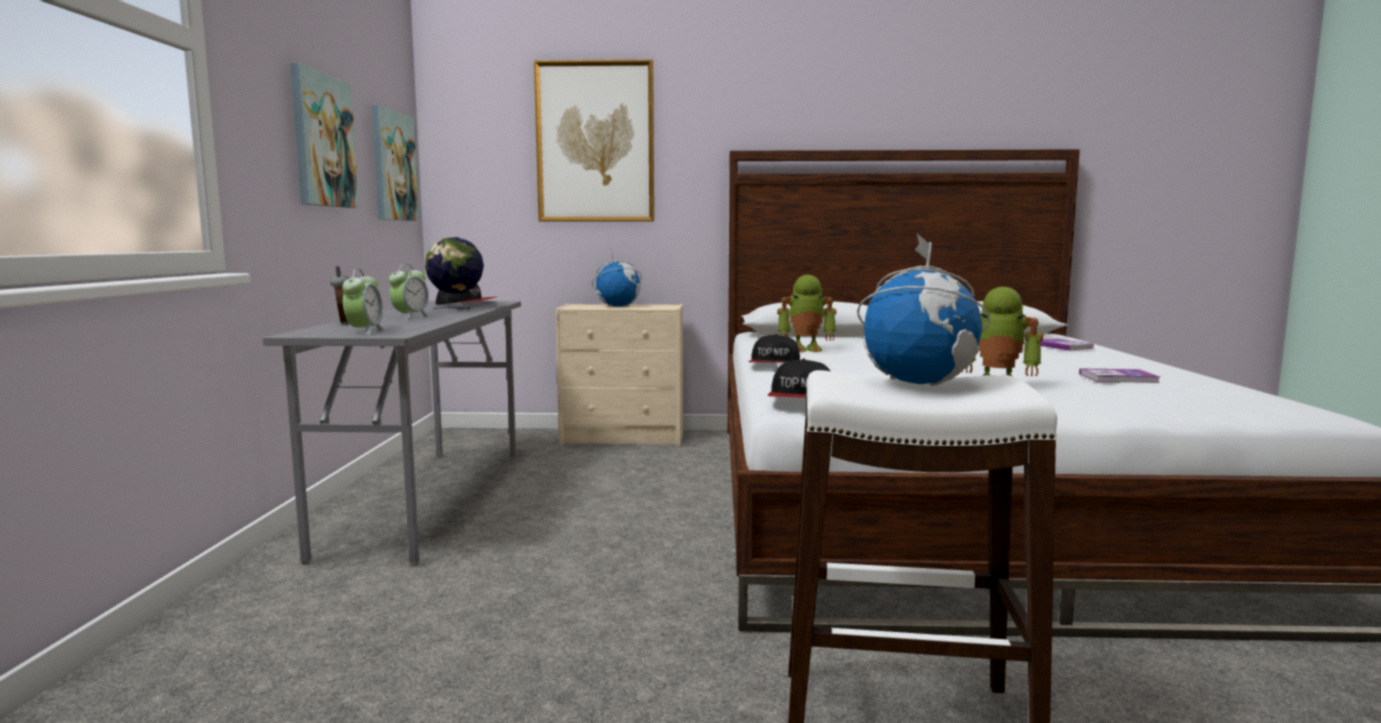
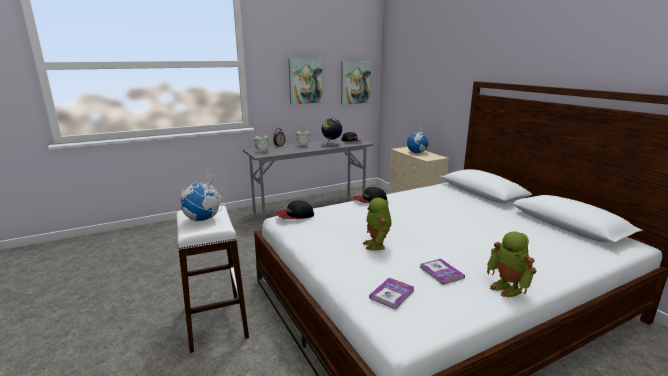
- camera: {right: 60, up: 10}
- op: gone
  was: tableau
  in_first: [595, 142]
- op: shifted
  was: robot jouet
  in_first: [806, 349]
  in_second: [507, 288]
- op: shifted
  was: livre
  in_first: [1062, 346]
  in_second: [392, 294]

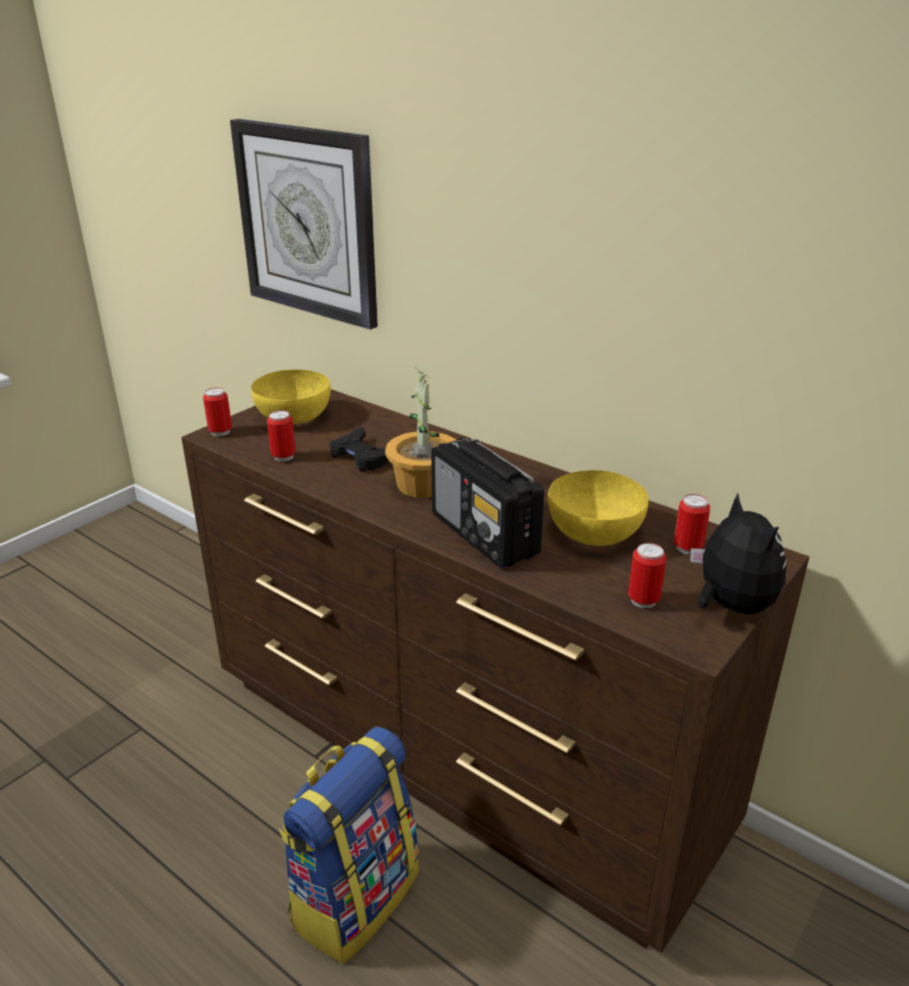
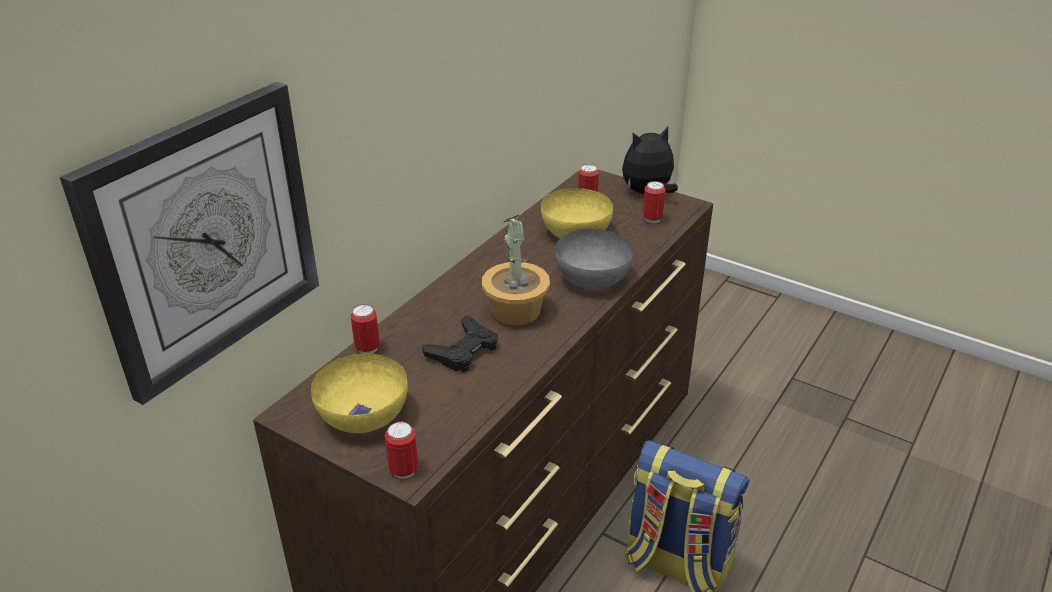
- camera: {right: -95, up: 5}
- op: shifted
  was: boîte métallique
  in_first: [283, 456]
  in_second: [367, 348]
- op: swapped
  was: radio
  now: bol (gris)
  in_first: [484, 535]
  in_second: [592, 277]

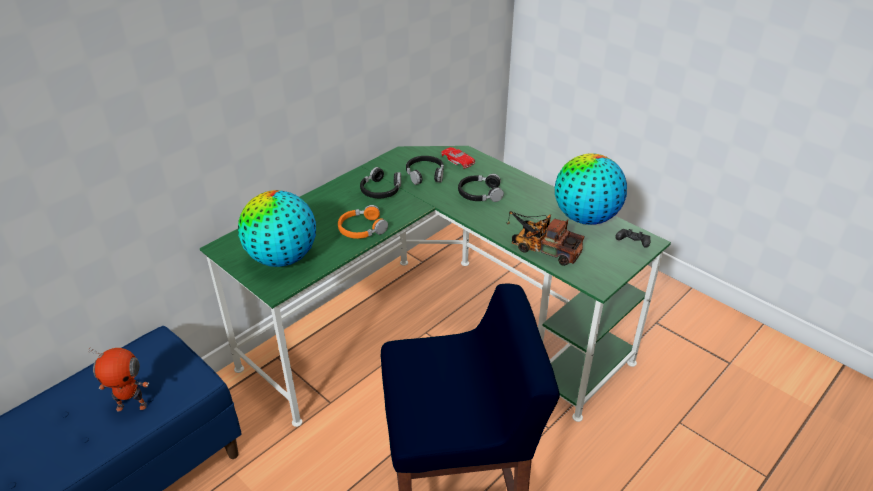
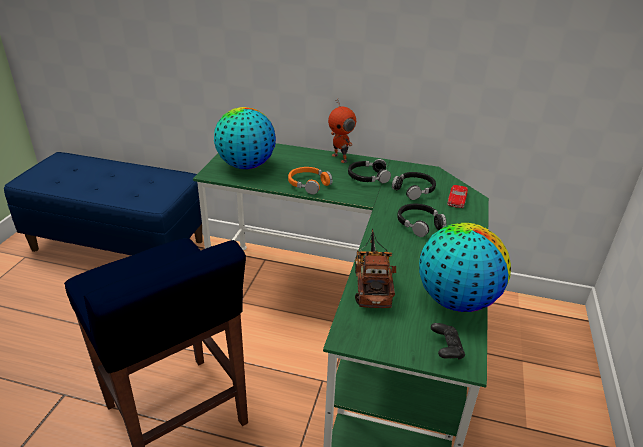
- camera: {right: 60, up: -5}
- op: shifted
  was: robot jouet
  in_first: [132, 405]
  in_second: [340, 158]

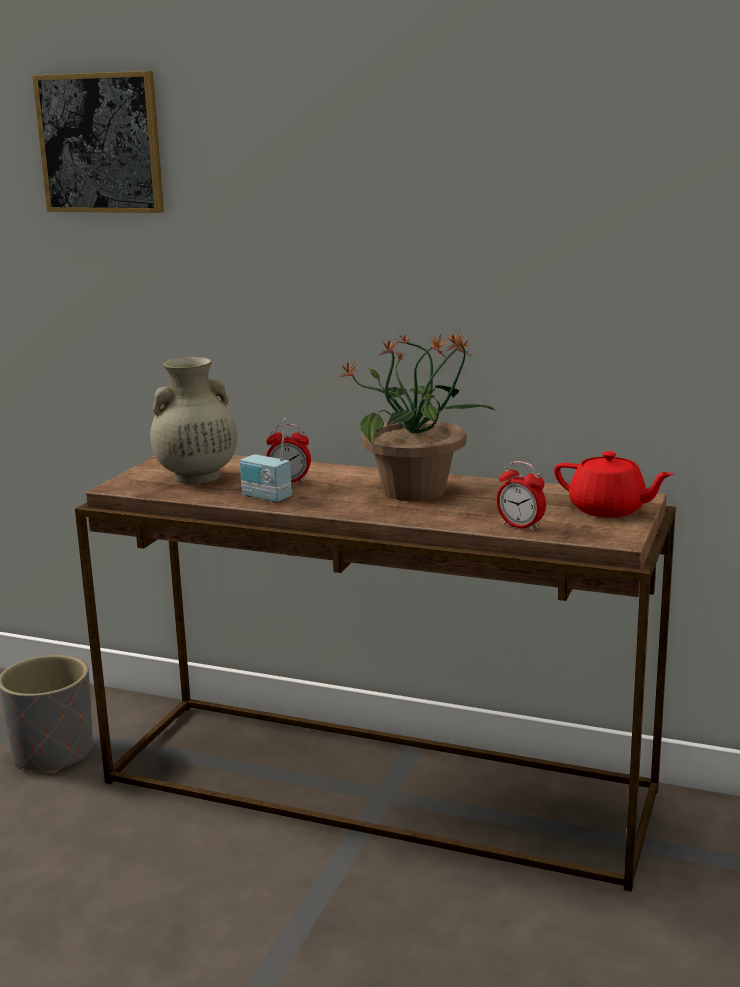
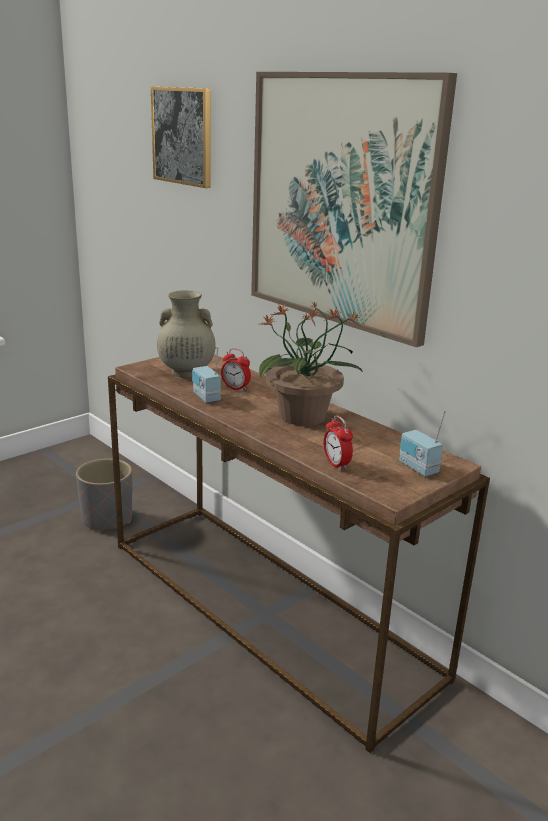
- camera: {right: 25, up: 5}
- op: swapped
  was: théière (rouge)
  now: radio
  in_first: [608, 510]
  in_second: [417, 468]
- op: new
  now: tableau
  in_second: [340, 202]

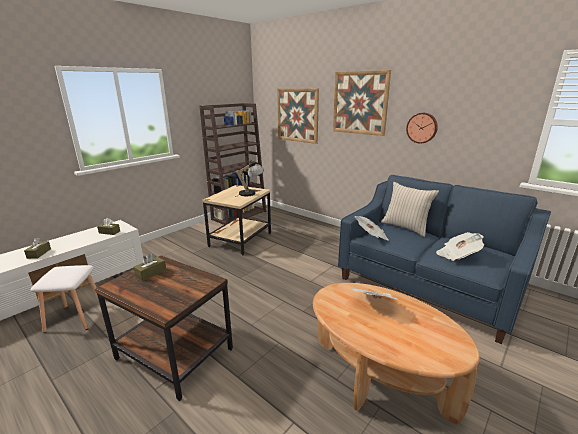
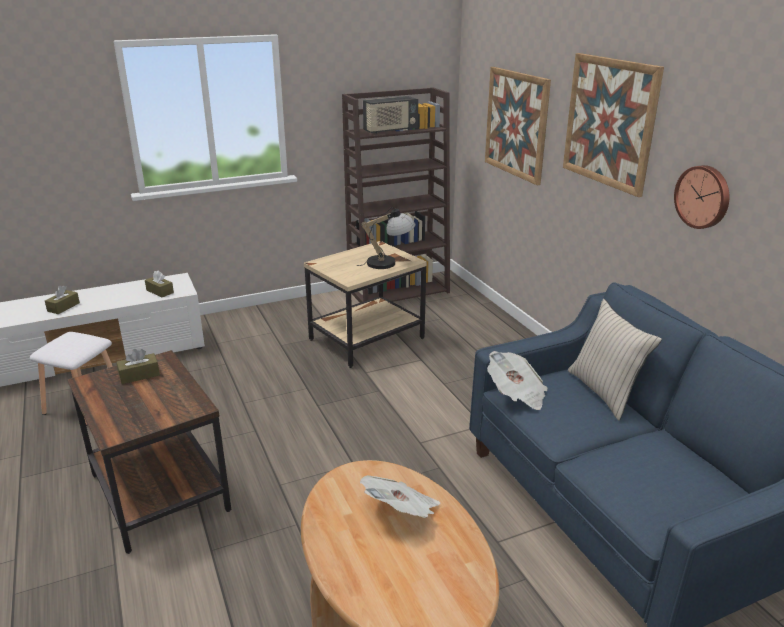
- camera: {right: 25, up: 5}
- op: gone
  was: journal
  in_first: [457, 255]
- op: new
  now: radio
  in_second: [390, 130]

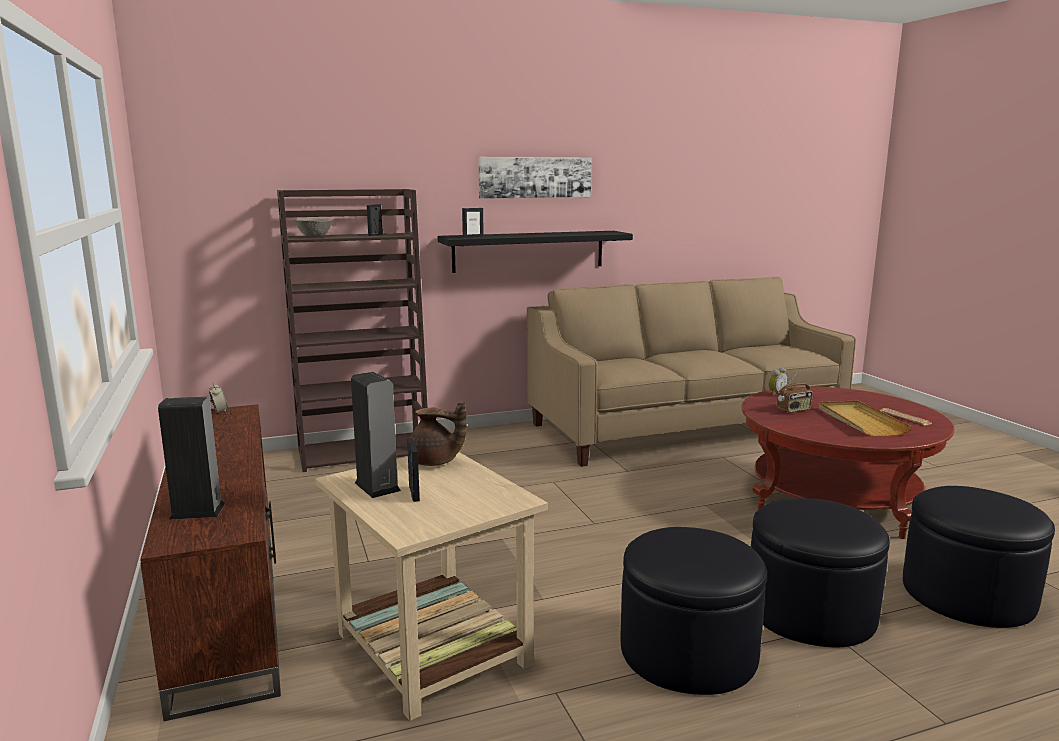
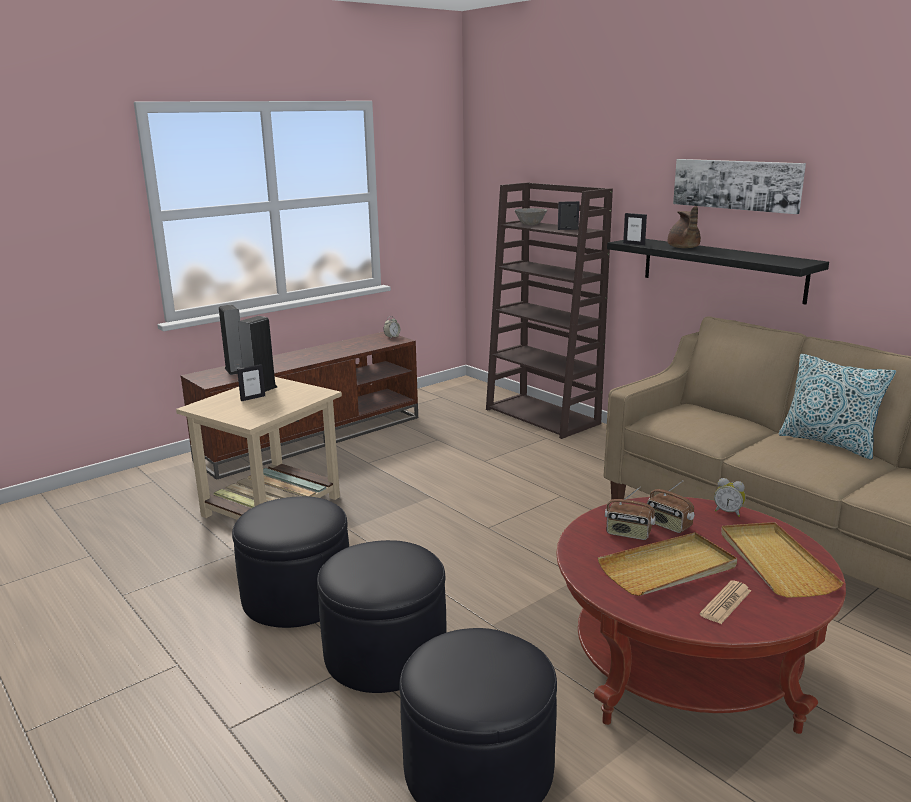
- camera: {right: 70, up: 5}
- op: shifted
  was: théière (marron)
  in_first: [435, 462]
  in_second: [683, 248]
- op: new
  now: coussin
  in_second: [828, 443]
- op: new
  now: radio
  in_second: [628, 534]
- op: new
  now: plateau (beige)
  in_second: [774, 562]

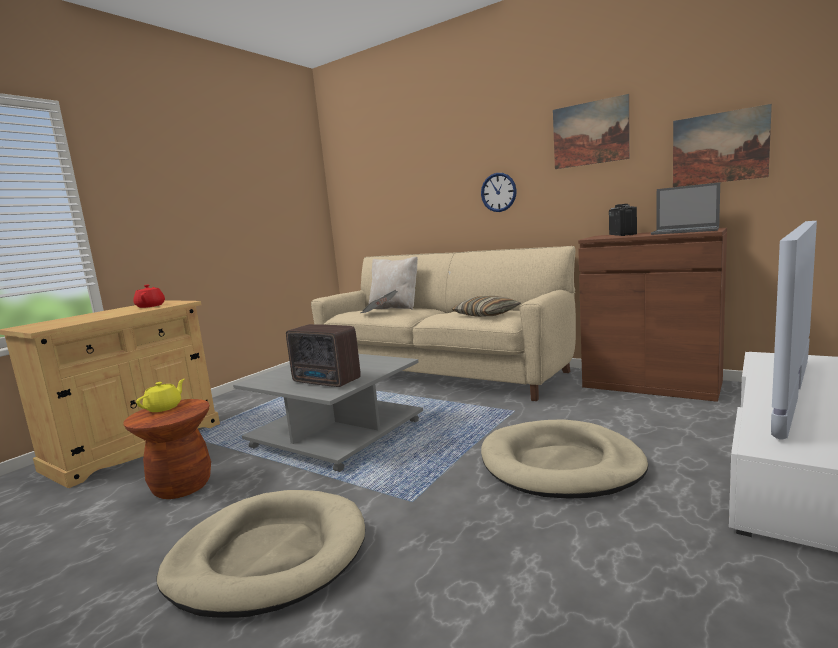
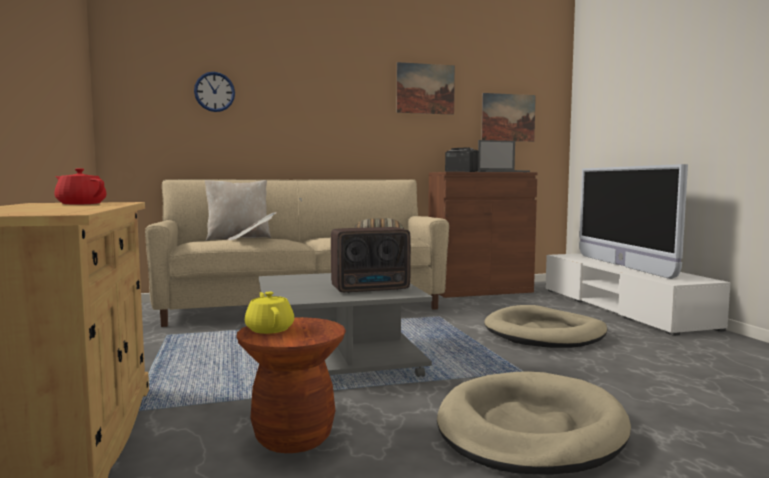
- camera: {right: -50, up: -5}
- op: shifted
  was: horloge murale
  in_first: [498, 192]
  in_second: [214, 92]

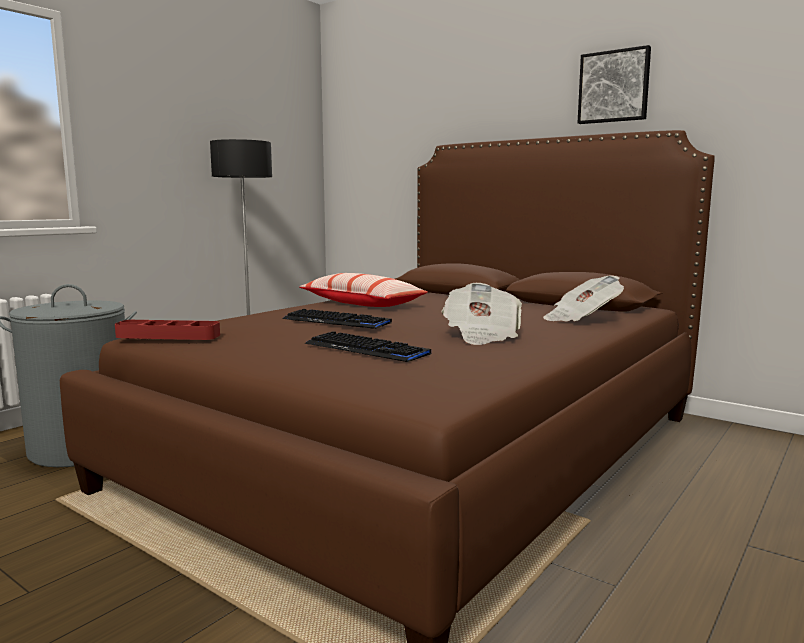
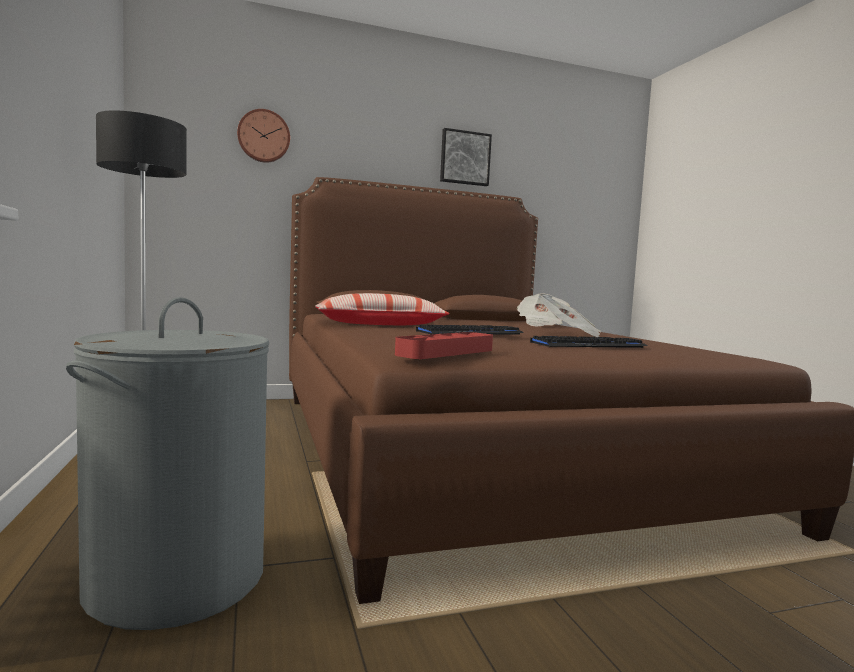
- camera: {right: -55, up: -5}
- op: new
  now: horloge murale
  in_second: [264, 136]

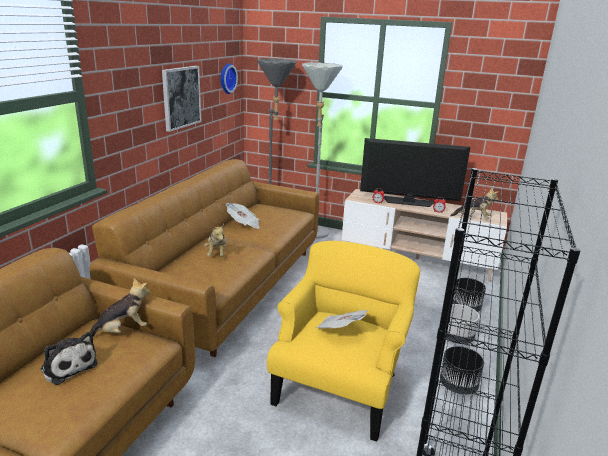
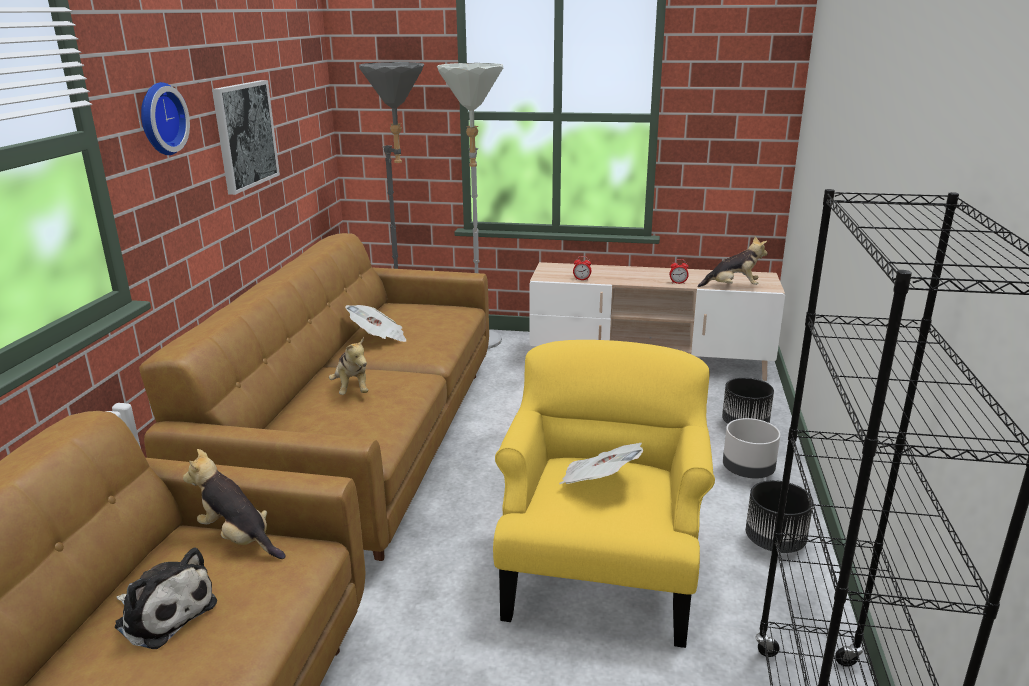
- camera: {right: -10, up: 0}
- op: shifted
  was: horloge murale
  in_first: [226, 78]
  in_second: [159, 119]
- op: gone
  was: téléviseur
  in_first: [408, 202]
- op: rotated
  was: peluche
  in_first: [122, 331]
  in_second: [239, 539]
  clockwise: -105

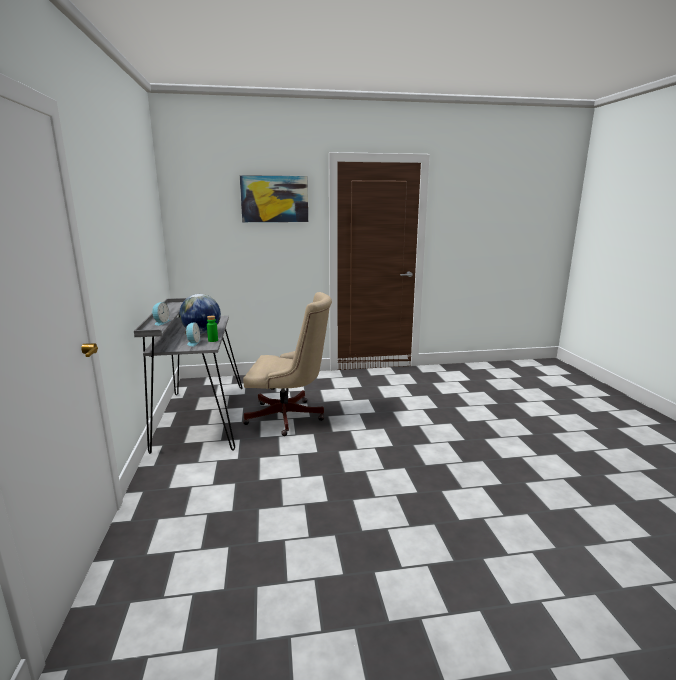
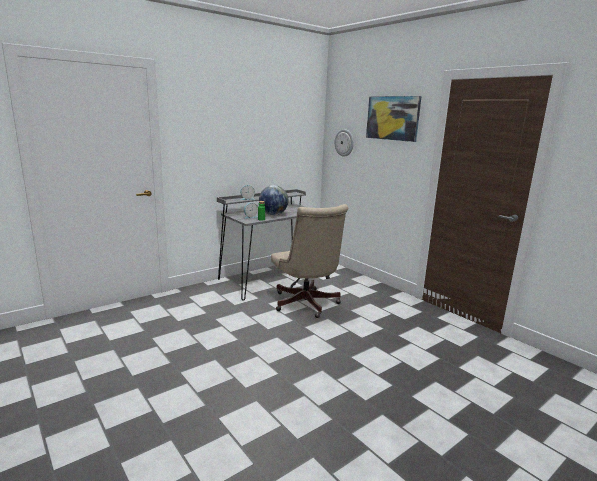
- camera: {right: 60, up: 0}
- op: new
  now: horloge murale
  in_second: [344, 142]

